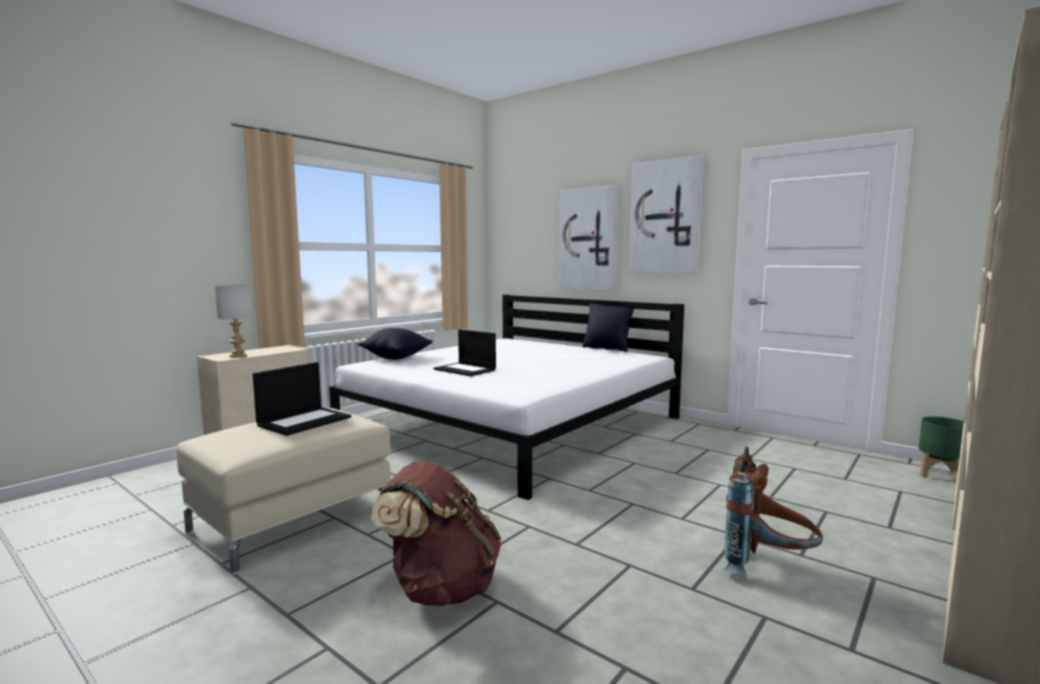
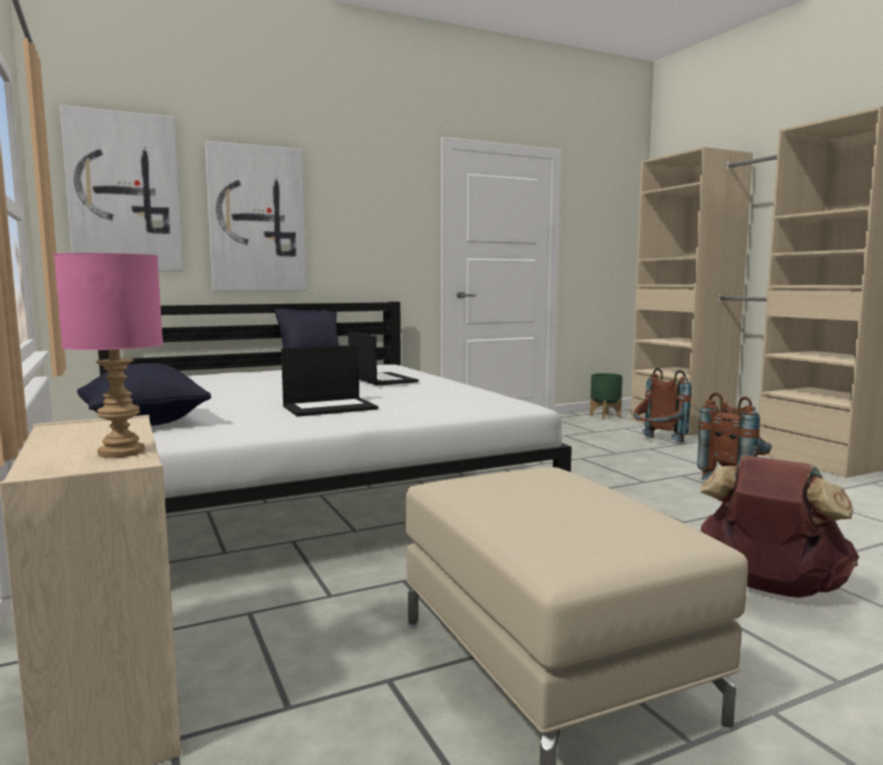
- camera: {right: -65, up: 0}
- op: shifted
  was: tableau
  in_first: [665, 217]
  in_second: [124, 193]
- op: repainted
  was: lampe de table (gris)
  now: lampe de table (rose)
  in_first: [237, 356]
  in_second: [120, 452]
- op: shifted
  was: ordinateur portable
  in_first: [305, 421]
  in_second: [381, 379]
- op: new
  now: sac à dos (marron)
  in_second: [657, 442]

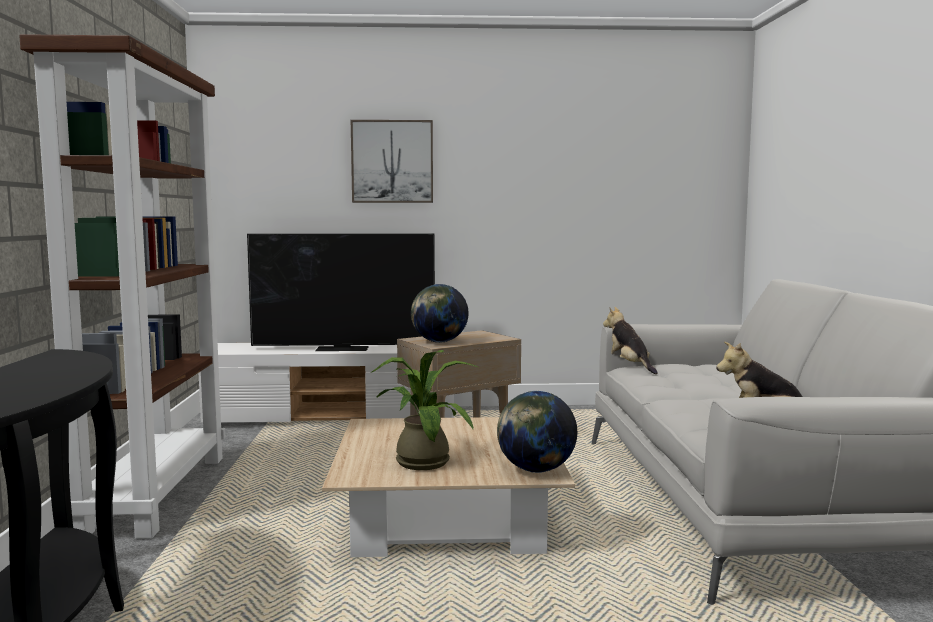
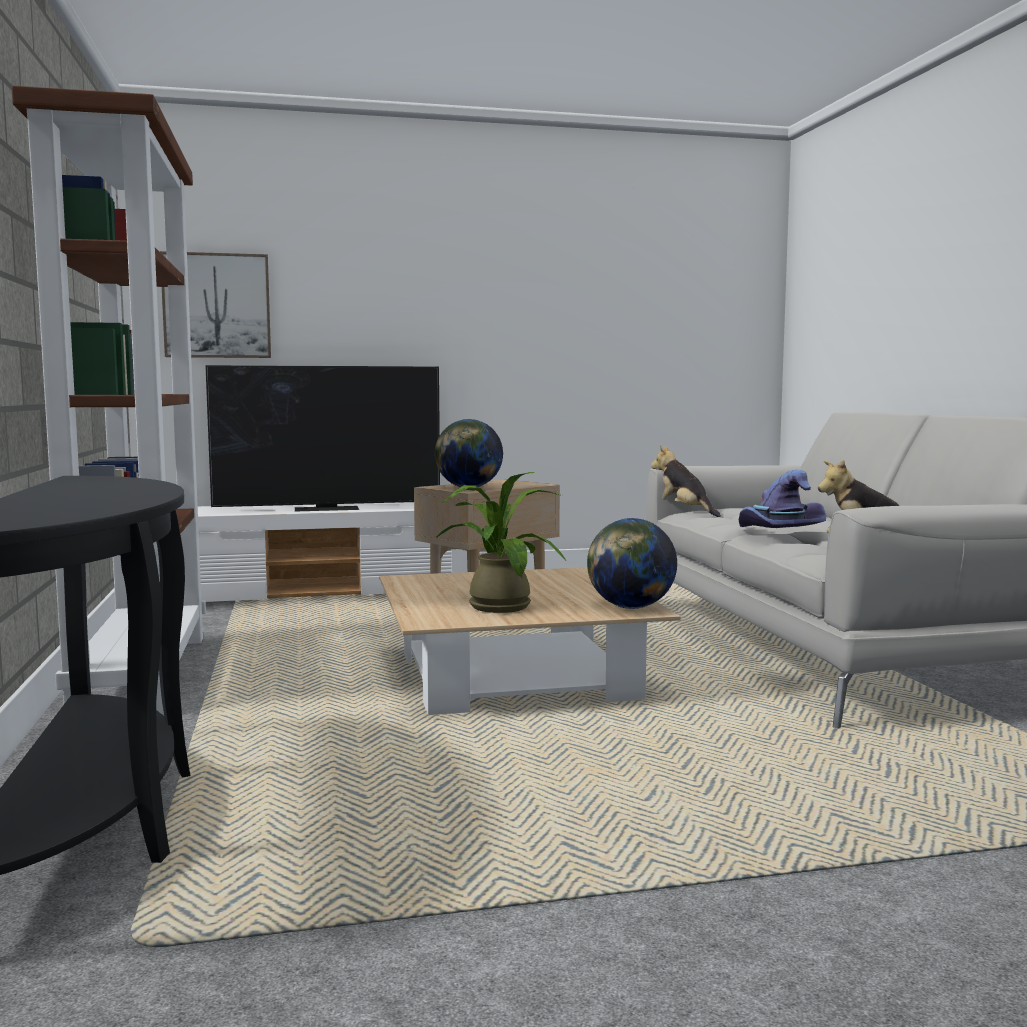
- camera: {right: -10, up: 0}
- op: shifted
  was: tableau
  in_first: [392, 161]
  in_second: [217, 306]
- op: new
  now: chapeau (violet)
  in_second: [777, 534]

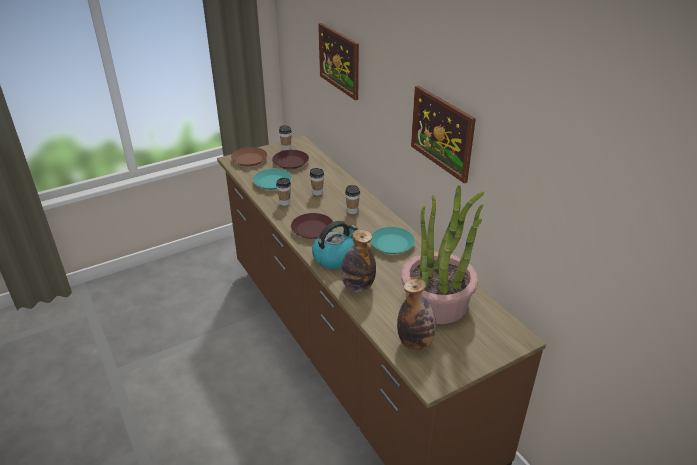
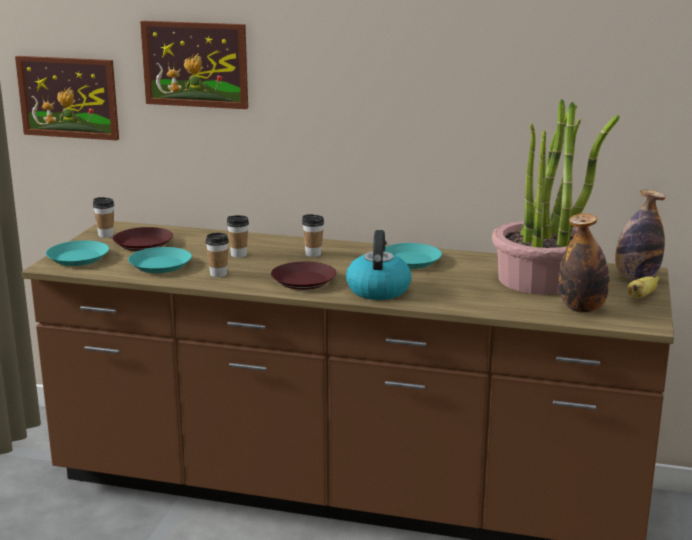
- camera: {right: -45, up: -15}
- op: shifted
  was: tableau
  in_first: [442, 133]
  in_second: [68, 97]
- op: repainted
  was: assiette (marron)
  now: assiette (turquoise)
  in_first: [250, 159]
  in_second: [78, 258]
- op: shifted
  was: bouteille
  in_first: [358, 286]
  in_second: [636, 278]
- op: new
  now: banane
  in_second: [641, 296]

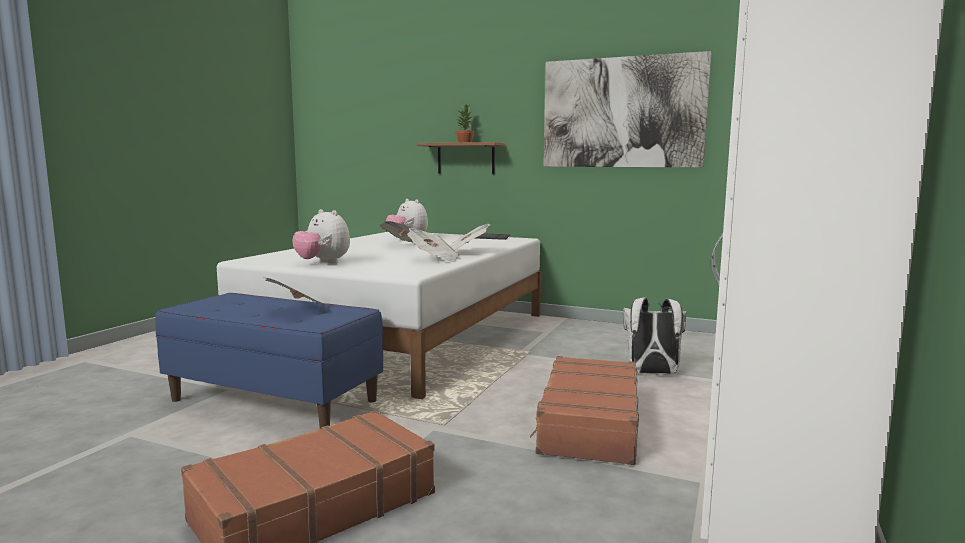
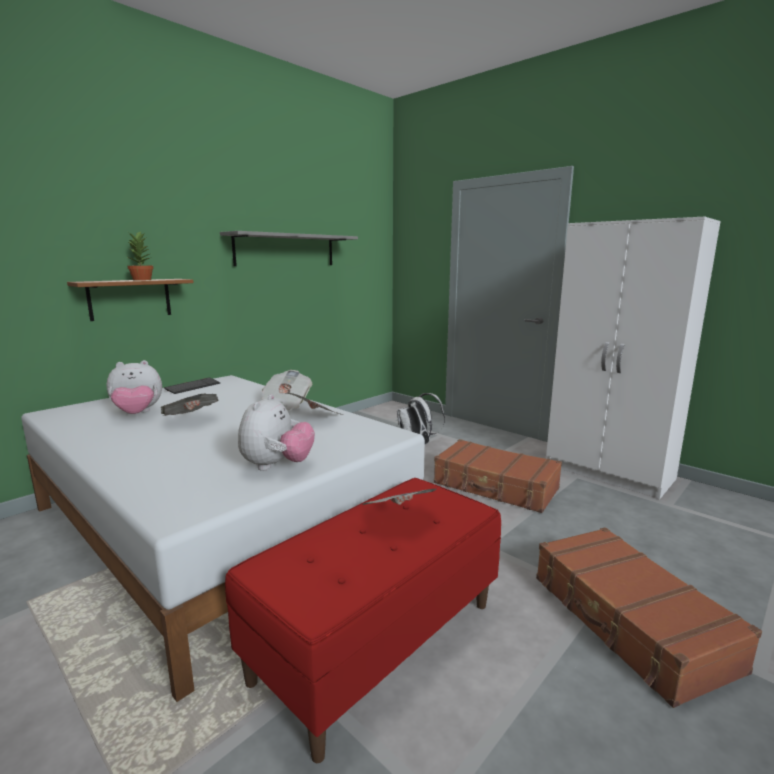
- camera: {right: -70, up: 5}
- op: swapped
  was: tableau
  now: étagère (gris)
  in_first: [622, 113]
  in_second: [286, 250]
- op: rotated
  was: peluche
  in_first: [323, 263]
  in_second: [277, 466]
  clockwise: -45
- op: repainted
  was: banc (bleu)
  now: banc (rouge)
  in_first: [275, 401]
  in_second: [377, 640]

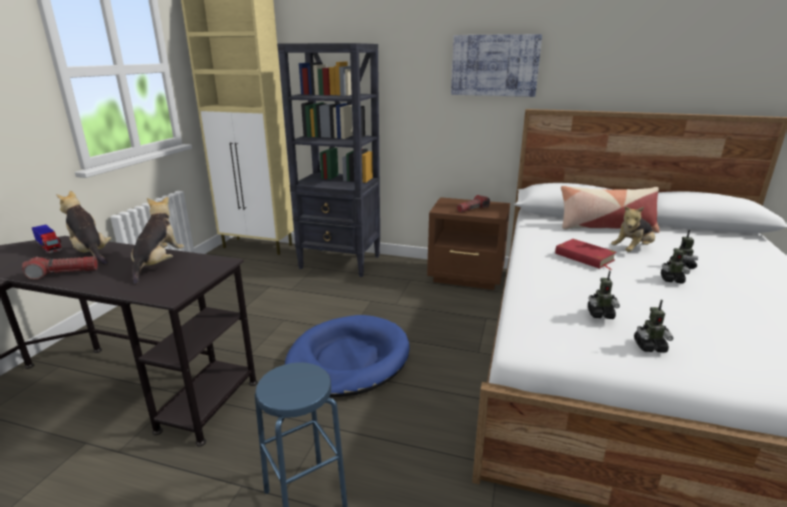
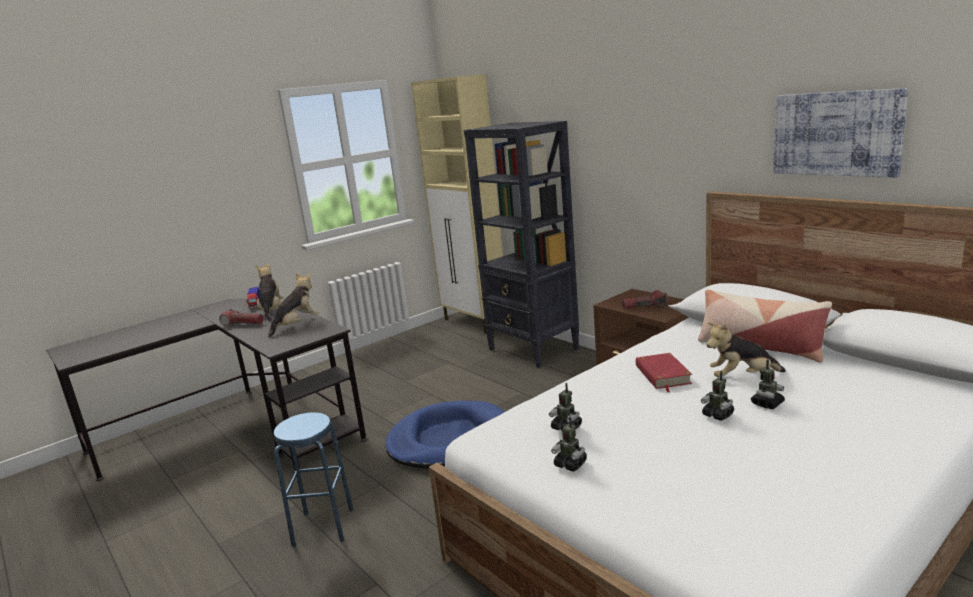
- camera: {right: 35, up: -5}
- op: shifted
  was: tableau
  in_first: [494, 65]
  in_second: [836, 133]

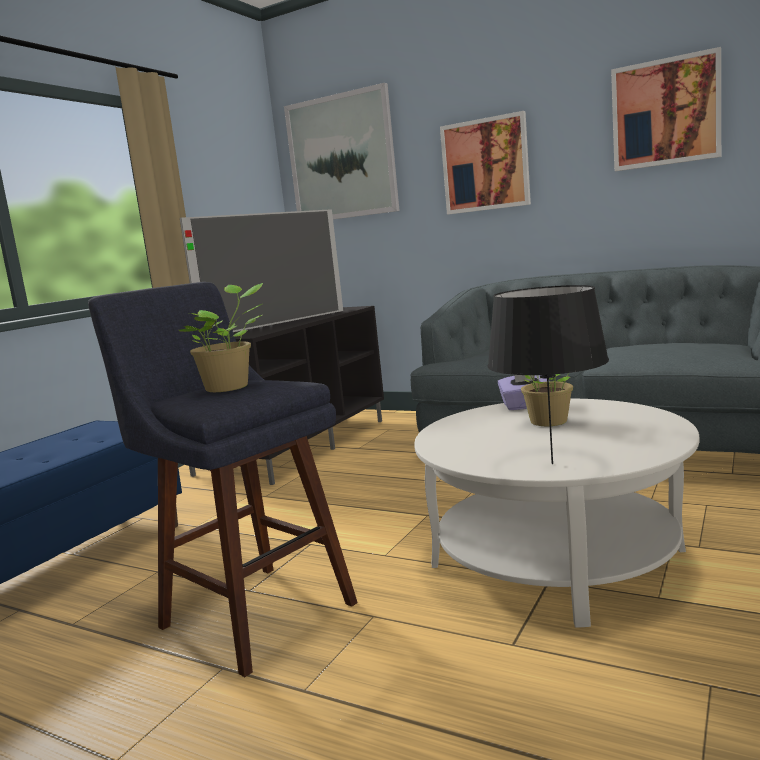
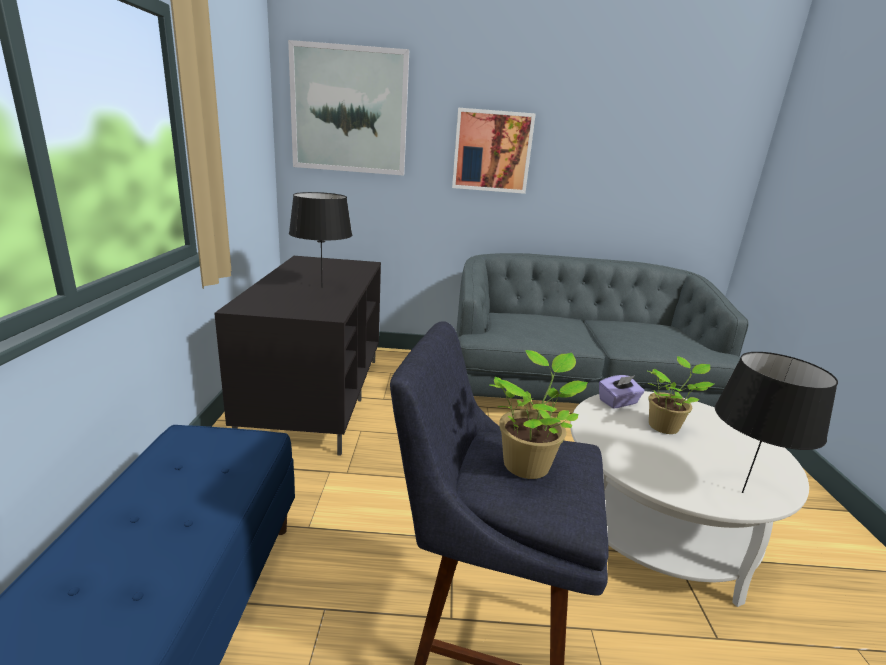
- camera: {right: -30, up: 10}
- op: gone
  was: tableau
  in_first: [665, 112]
- op: swapped
  was: téléviseur
  now: lampe de table (noir)
  in_first: [277, 323]
  in_second: [321, 287]

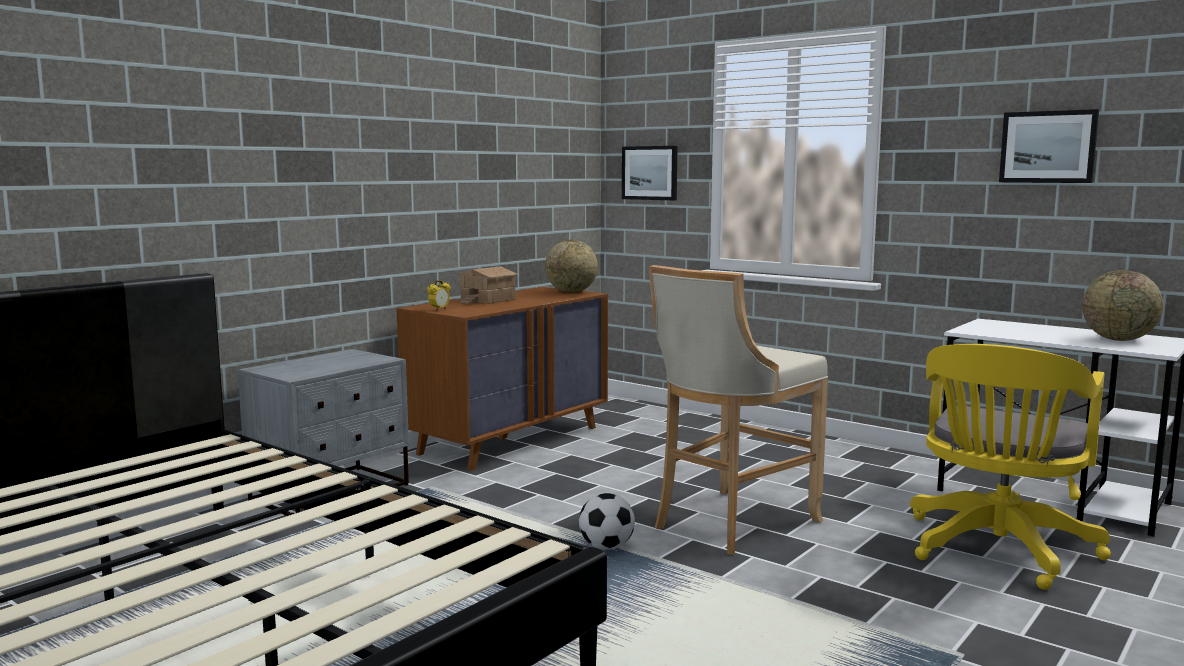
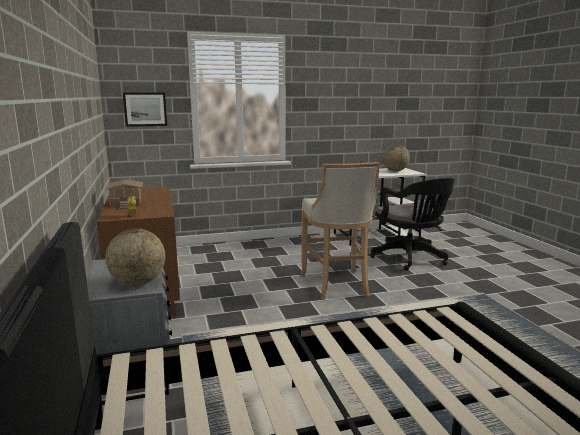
- camera: {right: -55, up: 5}
- op: gone
  was: tableau
  in_first: [1048, 147]
- op: shifted
  was: globe
  in_first: [571, 292]
  in_second: [138, 283]
- op: repainted
  was: chaise de bureau (jaune)
  now: chaise de bureau (noir)
  in_first: [997, 551]
  in_second: [411, 259]
- op: gone
  was: ballon de foot
  in_first: [607, 547]

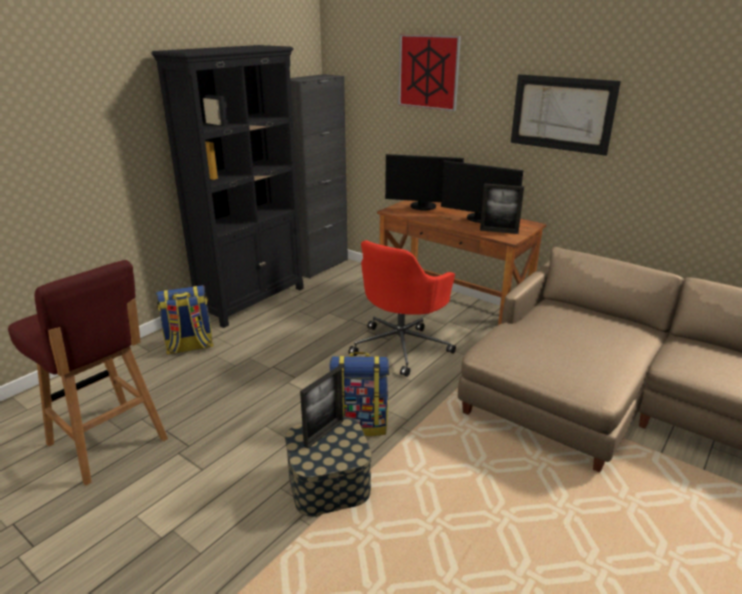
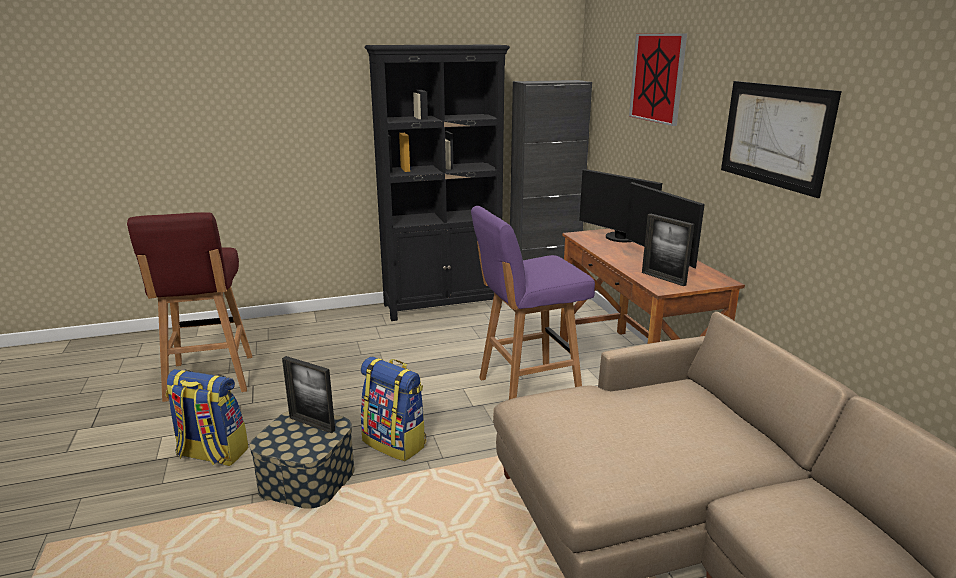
- camera: {right: 35, up: -5}
- op: swapped
  was: chaise de bureau (rouge)
  now: tabouret (violet)
  in_first: [402, 346]
  in_second: [526, 389]
- op: shifted
  was: sac à dos
  in_first: [189, 347]
  in_second: [211, 454]
- op: rotated
  was: cadre photo
  in_first: [324, 433]
  in_second: [312, 424]
  clockwise: 45

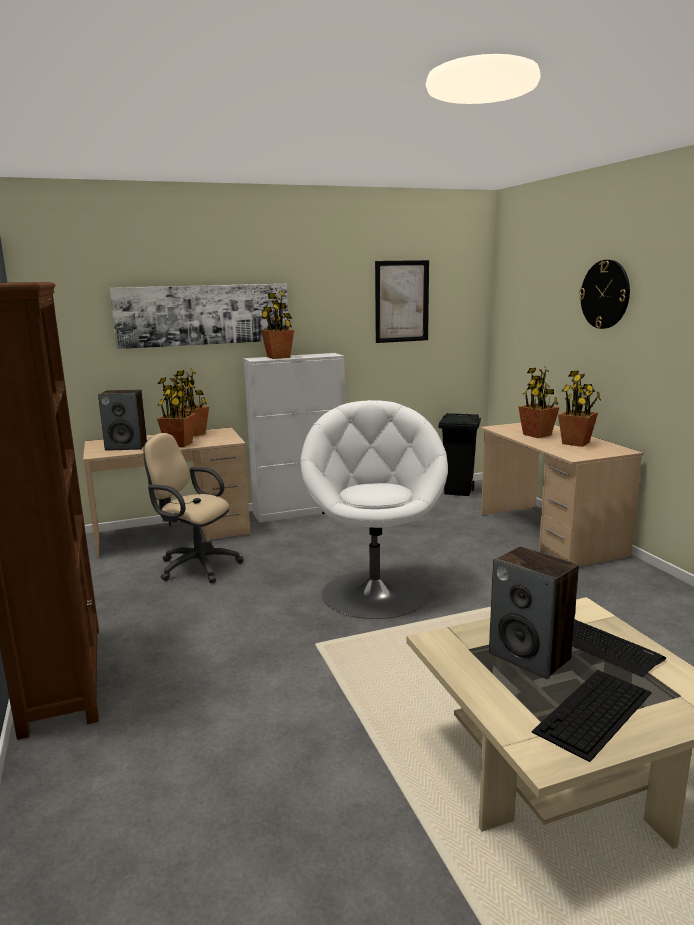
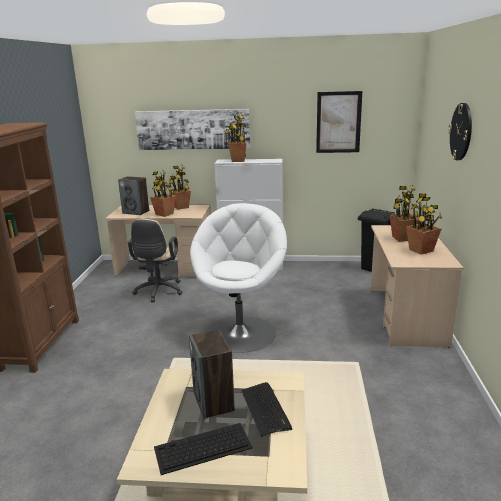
- camera: {right: 25, up: 5}
- op: rotated
  was: chaise de bureau (beige)
  in_first: [195, 566]
  in_second: [158, 292]
  clockwise: -135

